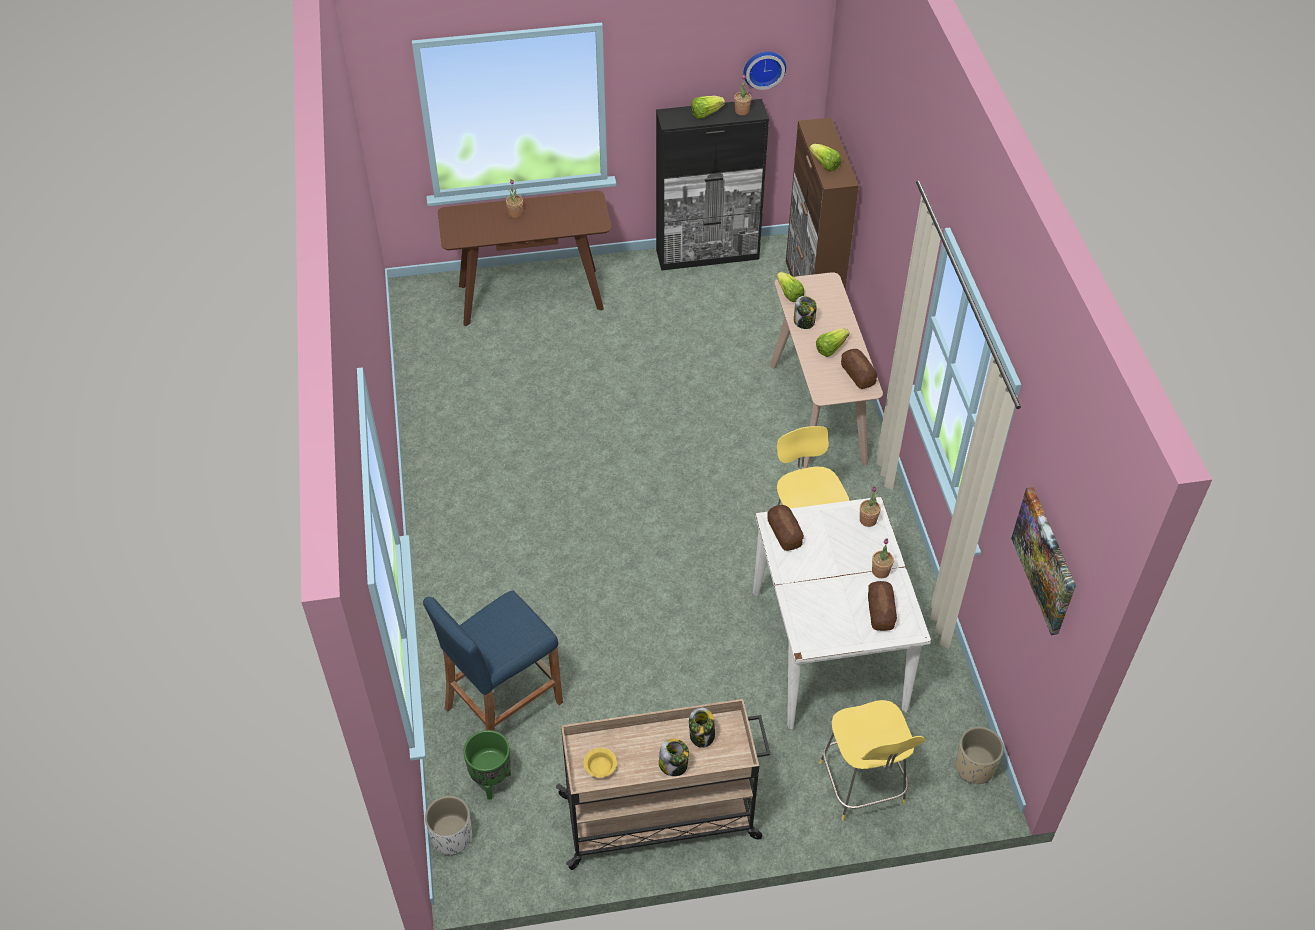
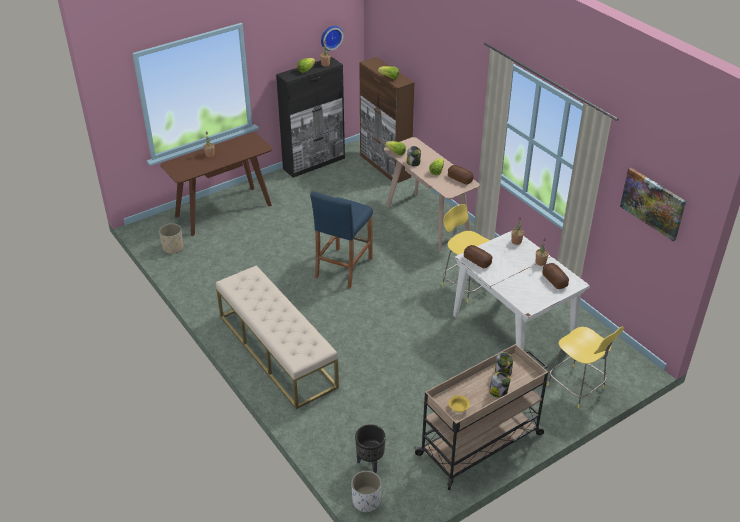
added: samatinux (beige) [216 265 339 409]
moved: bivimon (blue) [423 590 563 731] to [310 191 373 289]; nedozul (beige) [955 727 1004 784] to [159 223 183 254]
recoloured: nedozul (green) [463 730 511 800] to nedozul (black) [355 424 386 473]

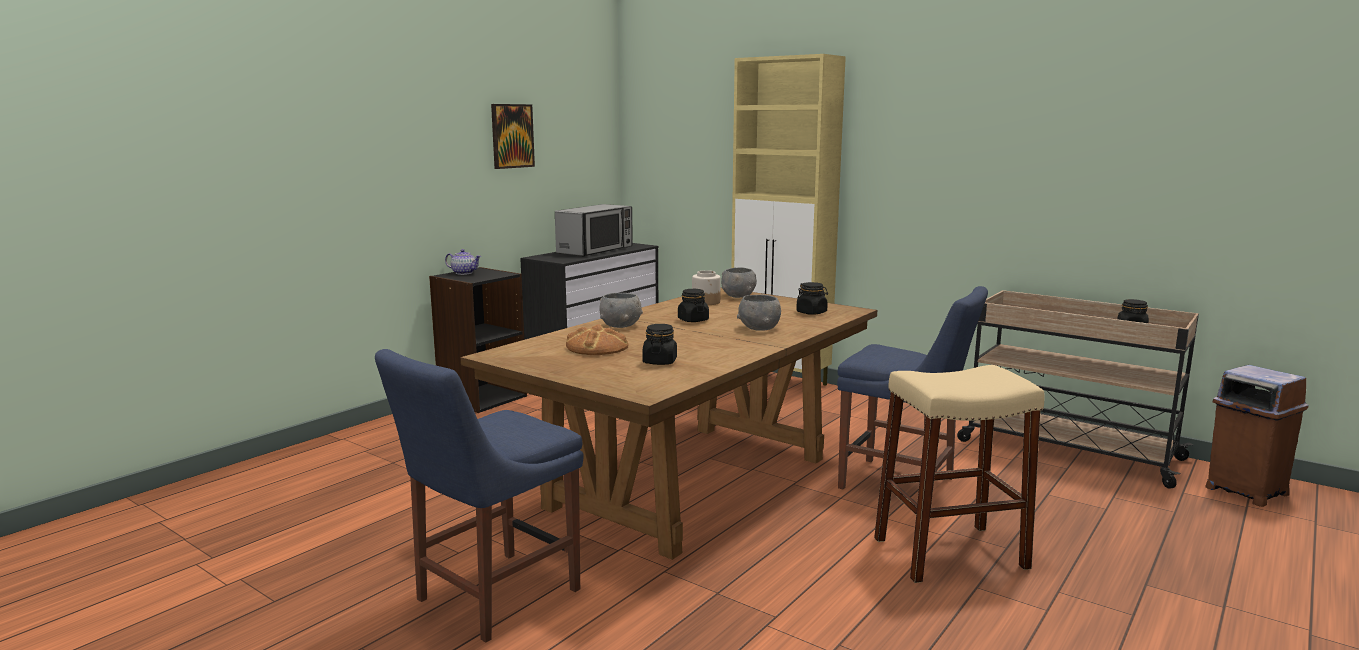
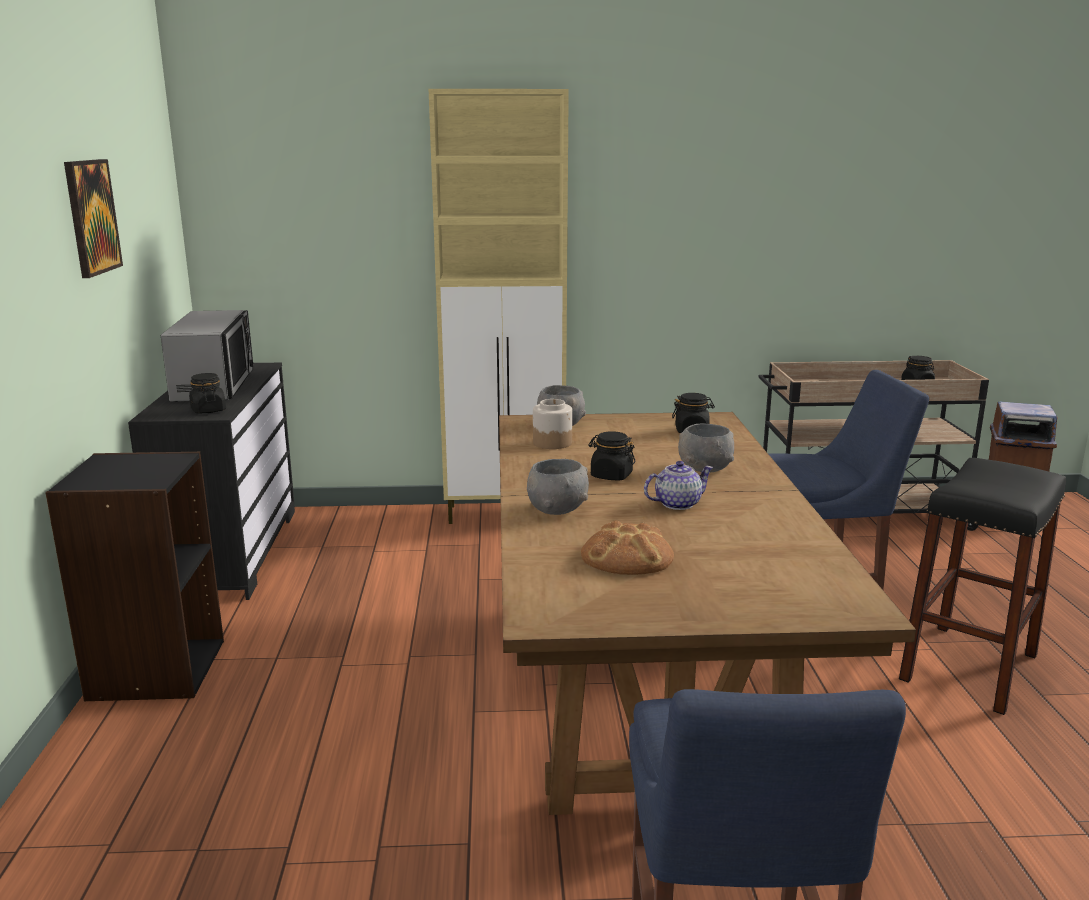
moved: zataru [445 249 481 275] to [644 461 714 510]; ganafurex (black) [643 324 677 365] to [189 373 226 414]
recoloured: bivimon (beige) [874 365 1045 583] to bivimon (black) [899 458 1066 715]

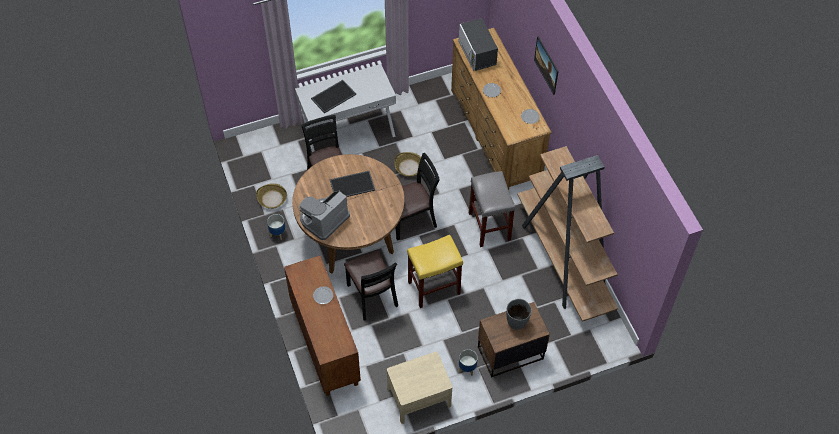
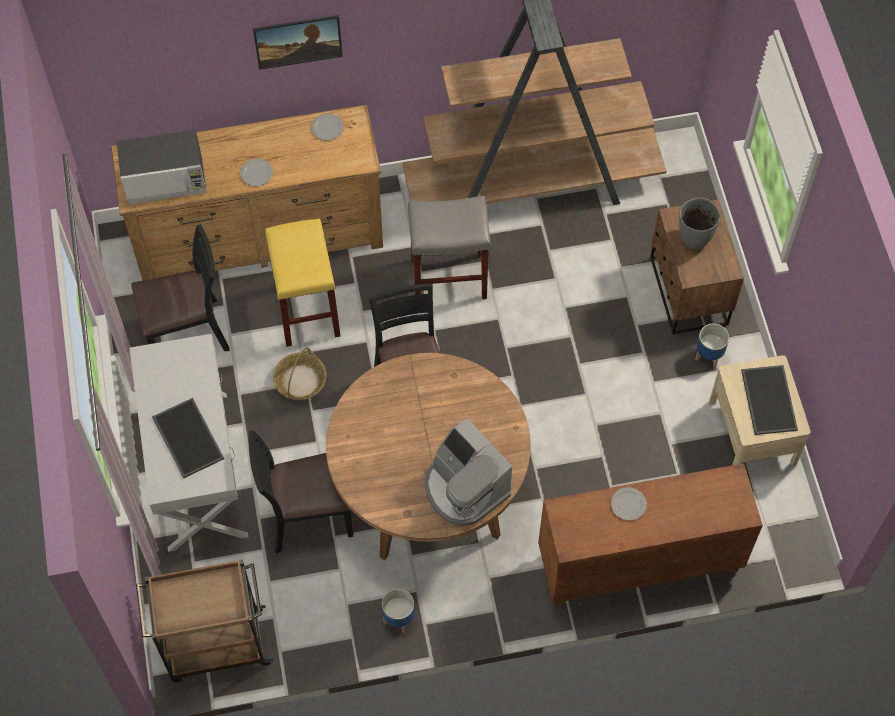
removed: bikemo [256 183 287 209]
added: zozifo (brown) [136 559 274 682]
moved: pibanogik [330 171 375 197] to [741 365 798 435]; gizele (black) [344 250 398 321] to [131 224 229 351]; bivimon (yellow) [407 235 463 308] to [265 218 341 347]

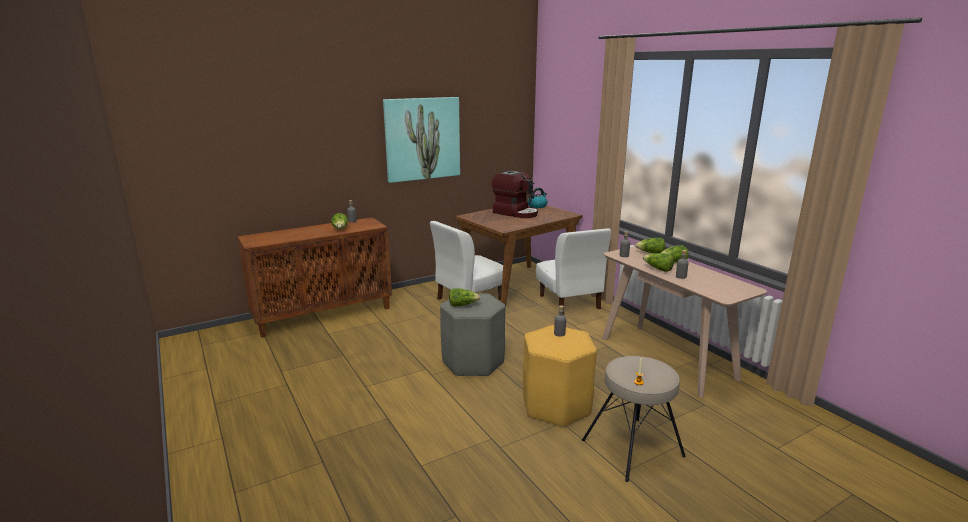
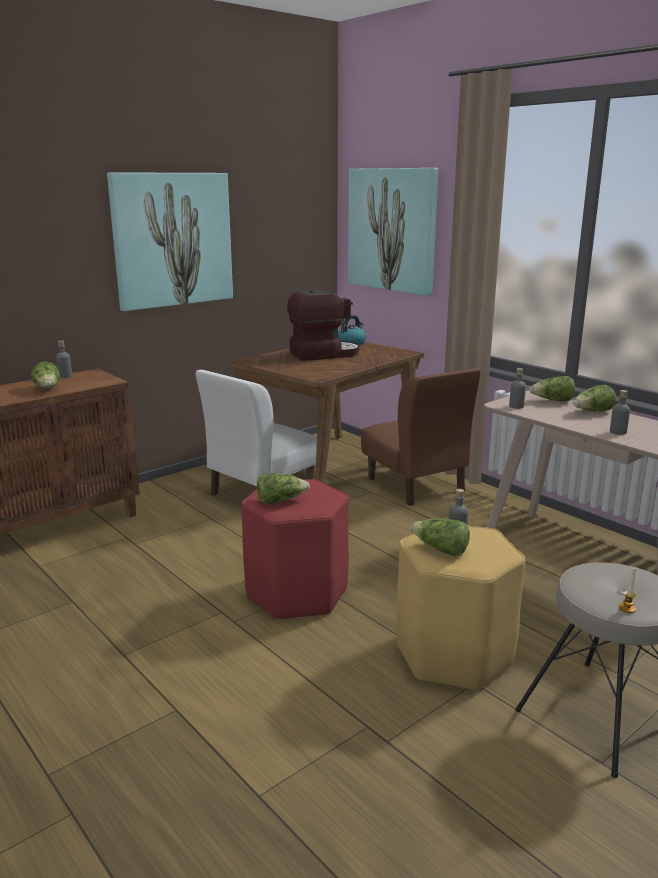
added: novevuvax [348 168 438 296]
moved: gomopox [643 253 674 272] to [411 518 470 556]
recoloured: bivimon (grey) [440 294 505 377] to bivimon (red) [241 479 349 620]; gizele (white) [536 228 611 315] to gizele (brown) [361 368 480 506]
turned: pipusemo [492 170 538 218] = [287 290 359 361] 45 degrees counterclockwise

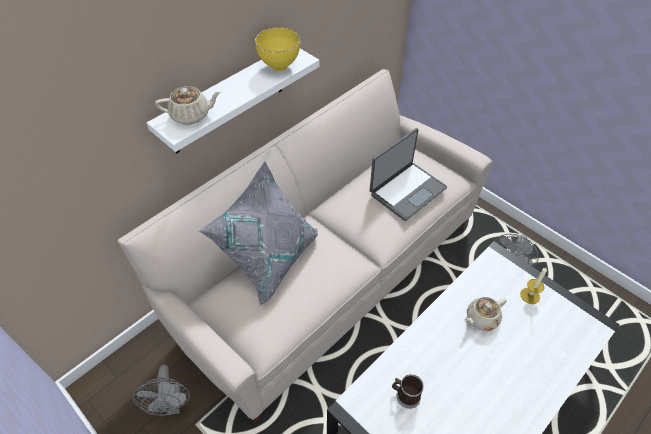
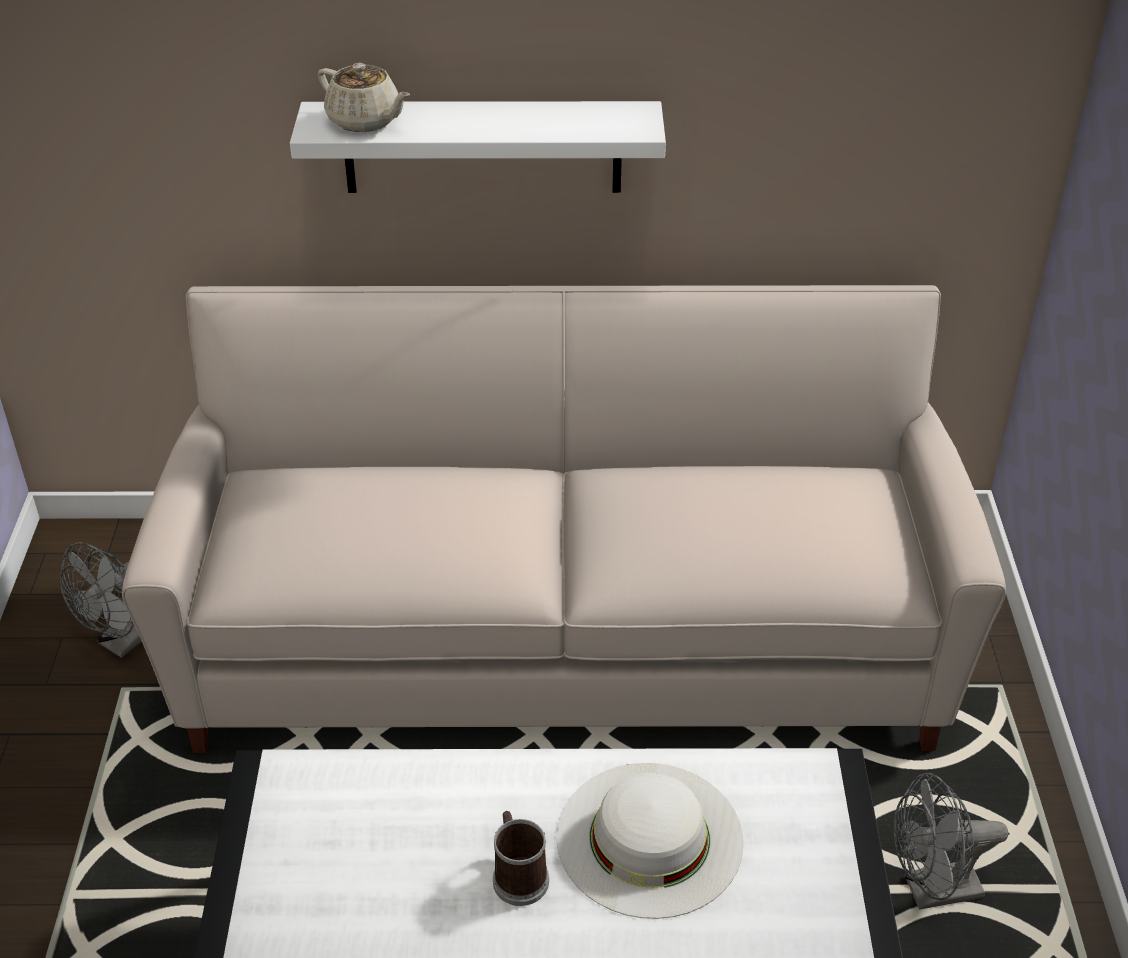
removed: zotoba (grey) [199 162 318 306]; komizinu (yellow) [255 27 300 71]; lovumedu [370 128 447 221]; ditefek [520 268 547 304]
moved: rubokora [392 374 424 409] to [493 811 549 906]
replaced: zataru (beige) [463 297 507 331] to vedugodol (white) [557 763 743 919]

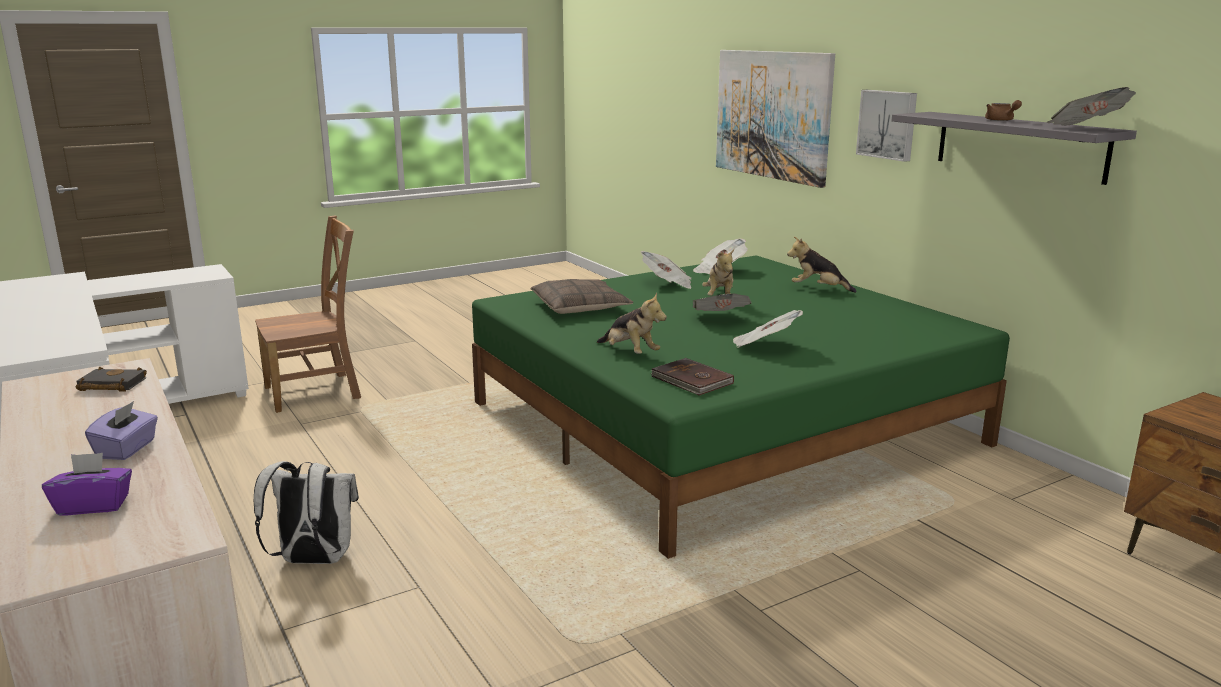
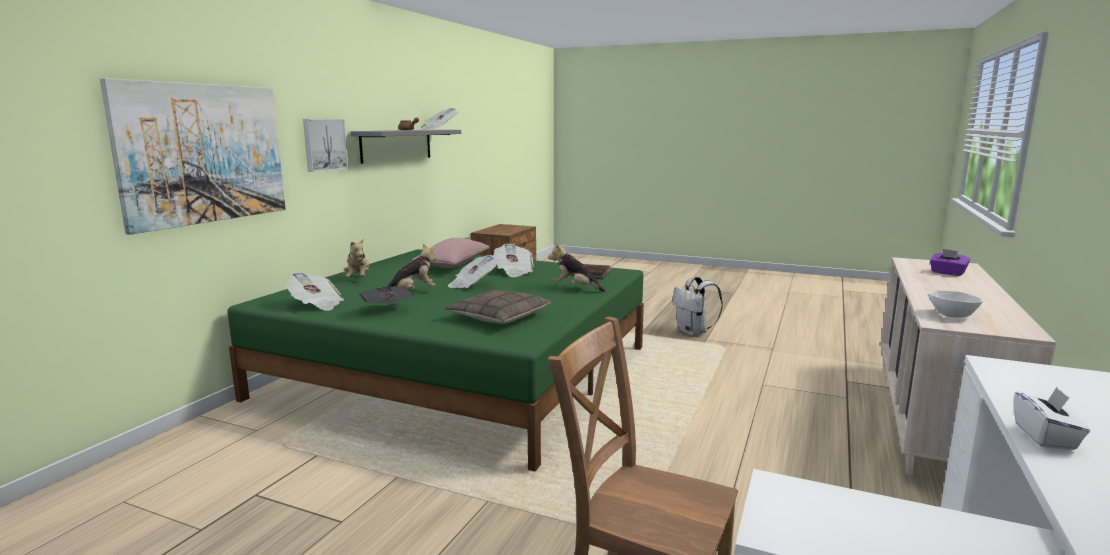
removed: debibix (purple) [85 401 158 460]
added: zotoba (pink) [412 238 489 268]; debibix (white) [1014 387 1090 450]
moved: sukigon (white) [254 461 359 564] to [672 277 723 336]
replaced: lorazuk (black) [76 367 147 392] to komizinu (white) [928 290 983 318]
turned: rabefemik [597 292 667 354] = [548 243 606 292] 75 degrees counterclockwise

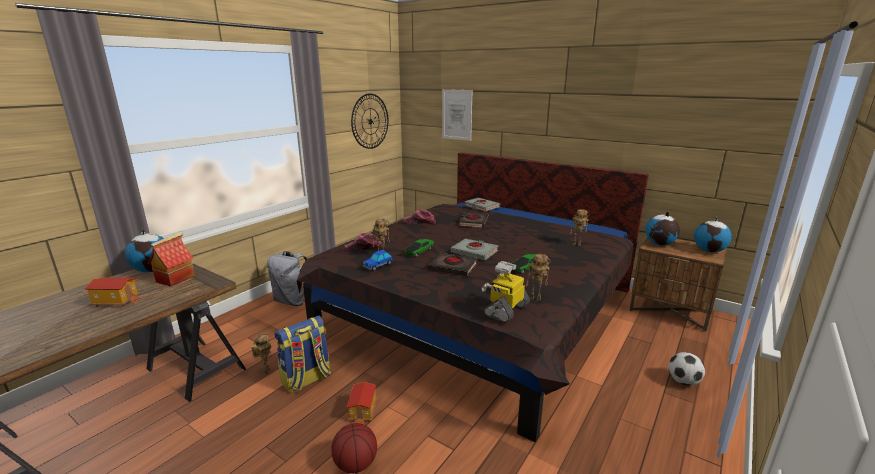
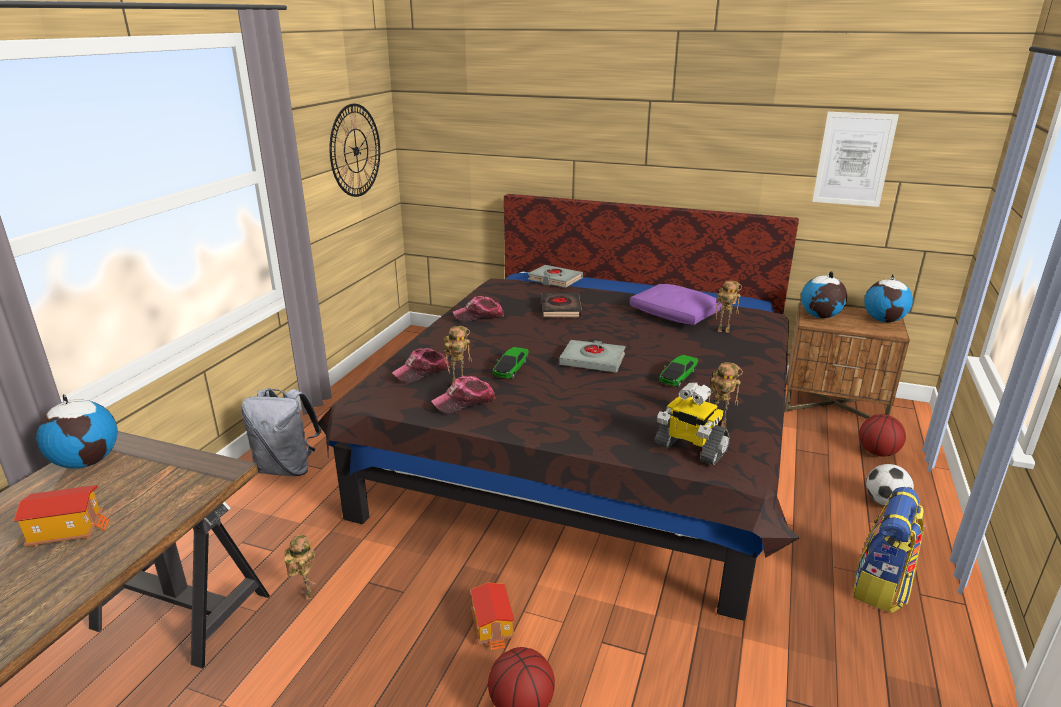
removed: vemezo [148 232 195 286]; lorazuk (black) [428 253 477 276]
added: zotoba (purple) [630 284 722 325]; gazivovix [859 414 906 457]
moved: sukigon [274 316 331 393] to [853 487 925 613]; novevuvax [442 89 473 141] to [812 112 899 207]
replaced: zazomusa [363 250 393 271] to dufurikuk [431 376 496 413]
turned: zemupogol [481 261 530 323] = [655 383 730 465] 75 degrees counterclockwise

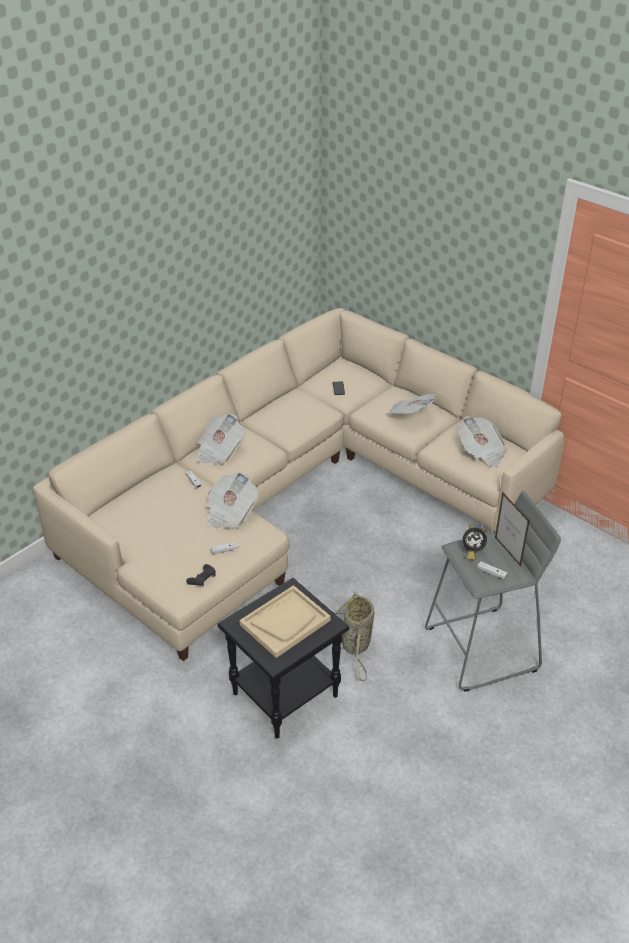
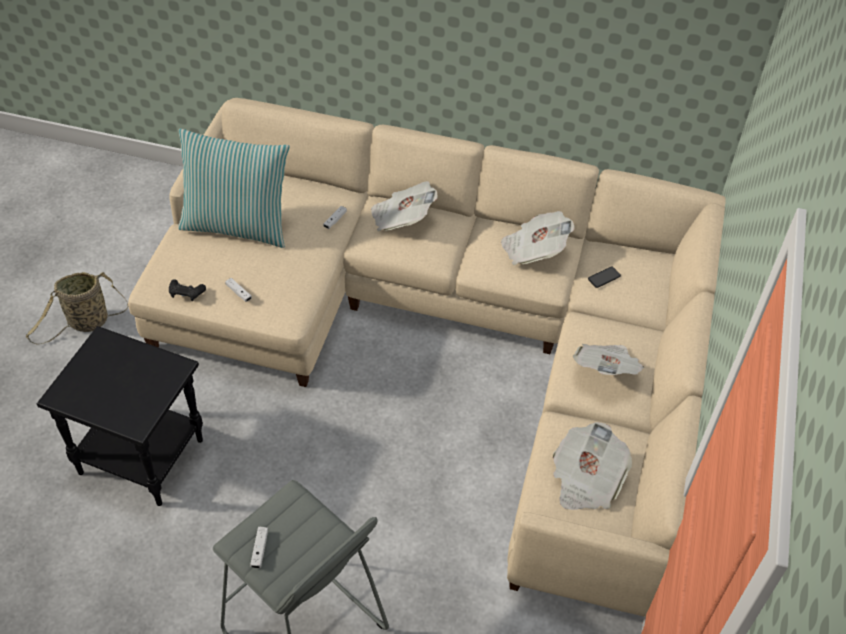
removed: pibanogik (beige) [239 585 331 658]; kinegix [463 525 487 560]; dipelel [495 492 530 566]
added: zotoba [178 129 289 248]
moved: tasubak [206 472 258 529] to [501 211 575 265]; bikemo [334 591 374 681] to [26 272 128 345]

